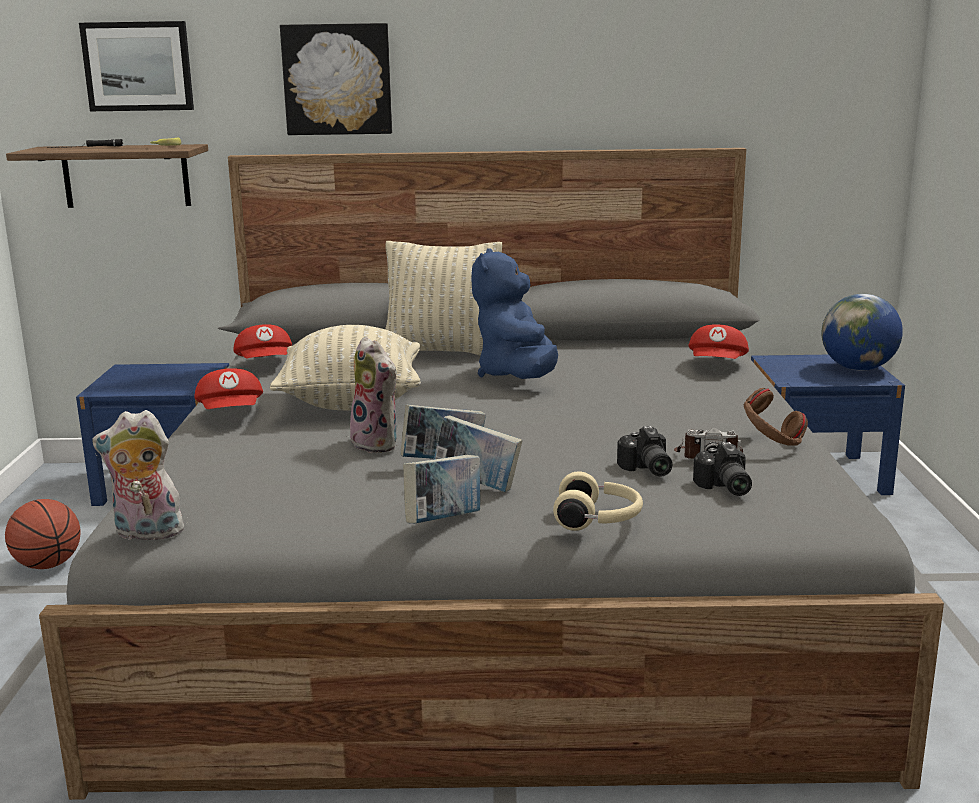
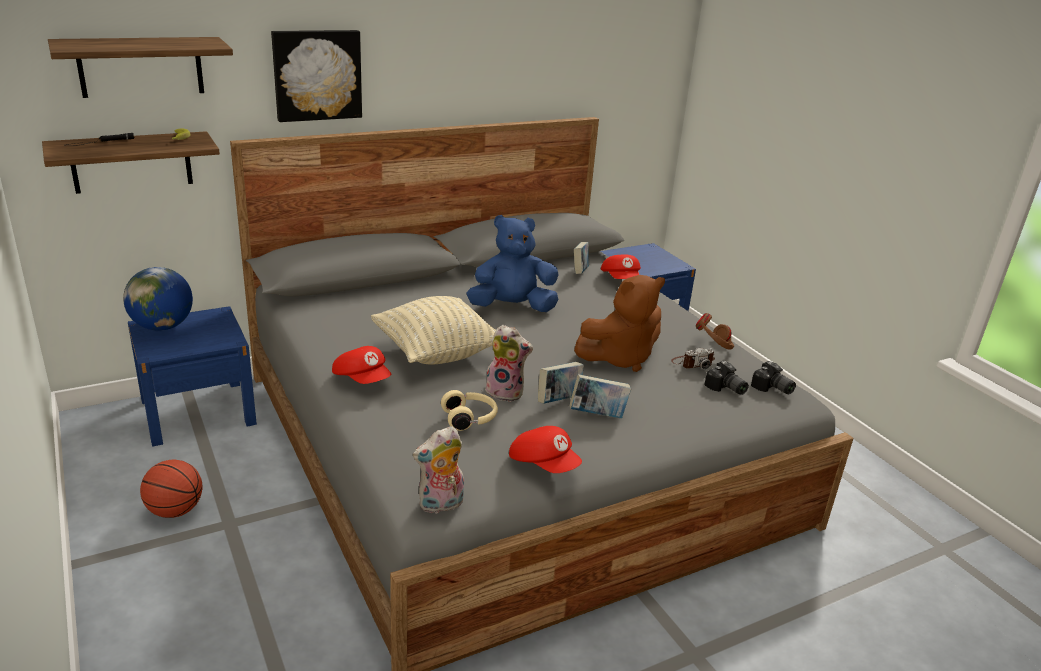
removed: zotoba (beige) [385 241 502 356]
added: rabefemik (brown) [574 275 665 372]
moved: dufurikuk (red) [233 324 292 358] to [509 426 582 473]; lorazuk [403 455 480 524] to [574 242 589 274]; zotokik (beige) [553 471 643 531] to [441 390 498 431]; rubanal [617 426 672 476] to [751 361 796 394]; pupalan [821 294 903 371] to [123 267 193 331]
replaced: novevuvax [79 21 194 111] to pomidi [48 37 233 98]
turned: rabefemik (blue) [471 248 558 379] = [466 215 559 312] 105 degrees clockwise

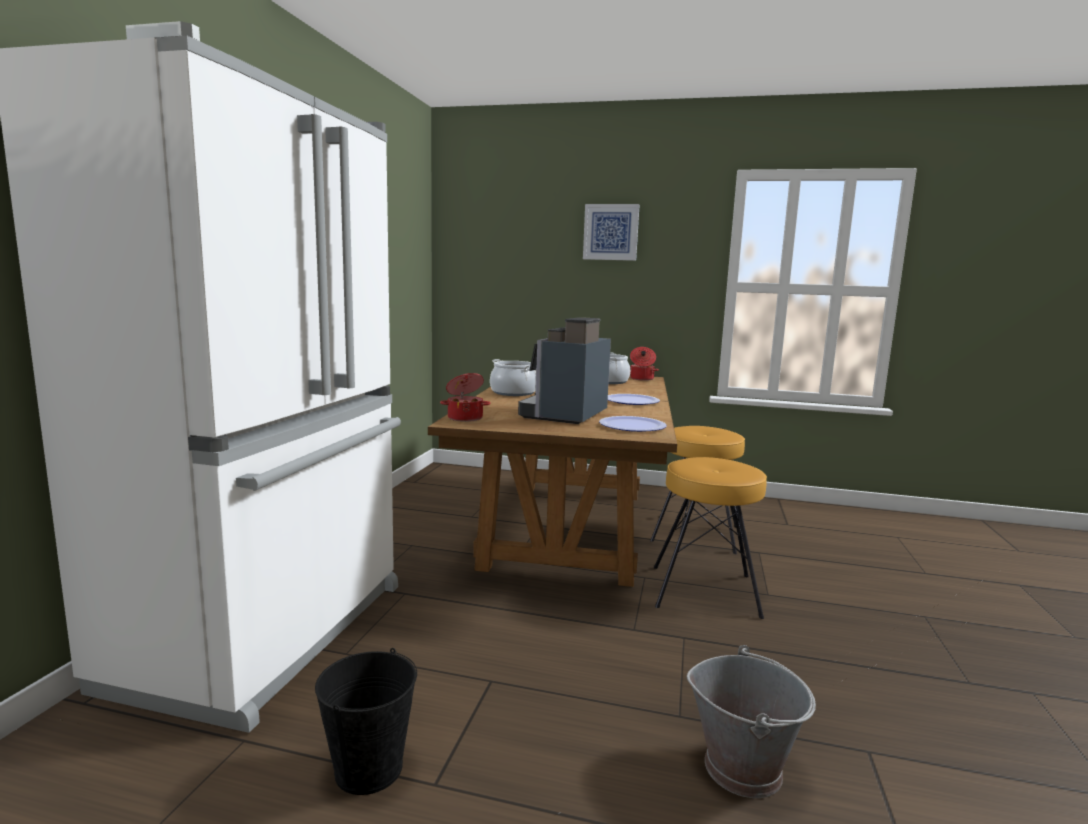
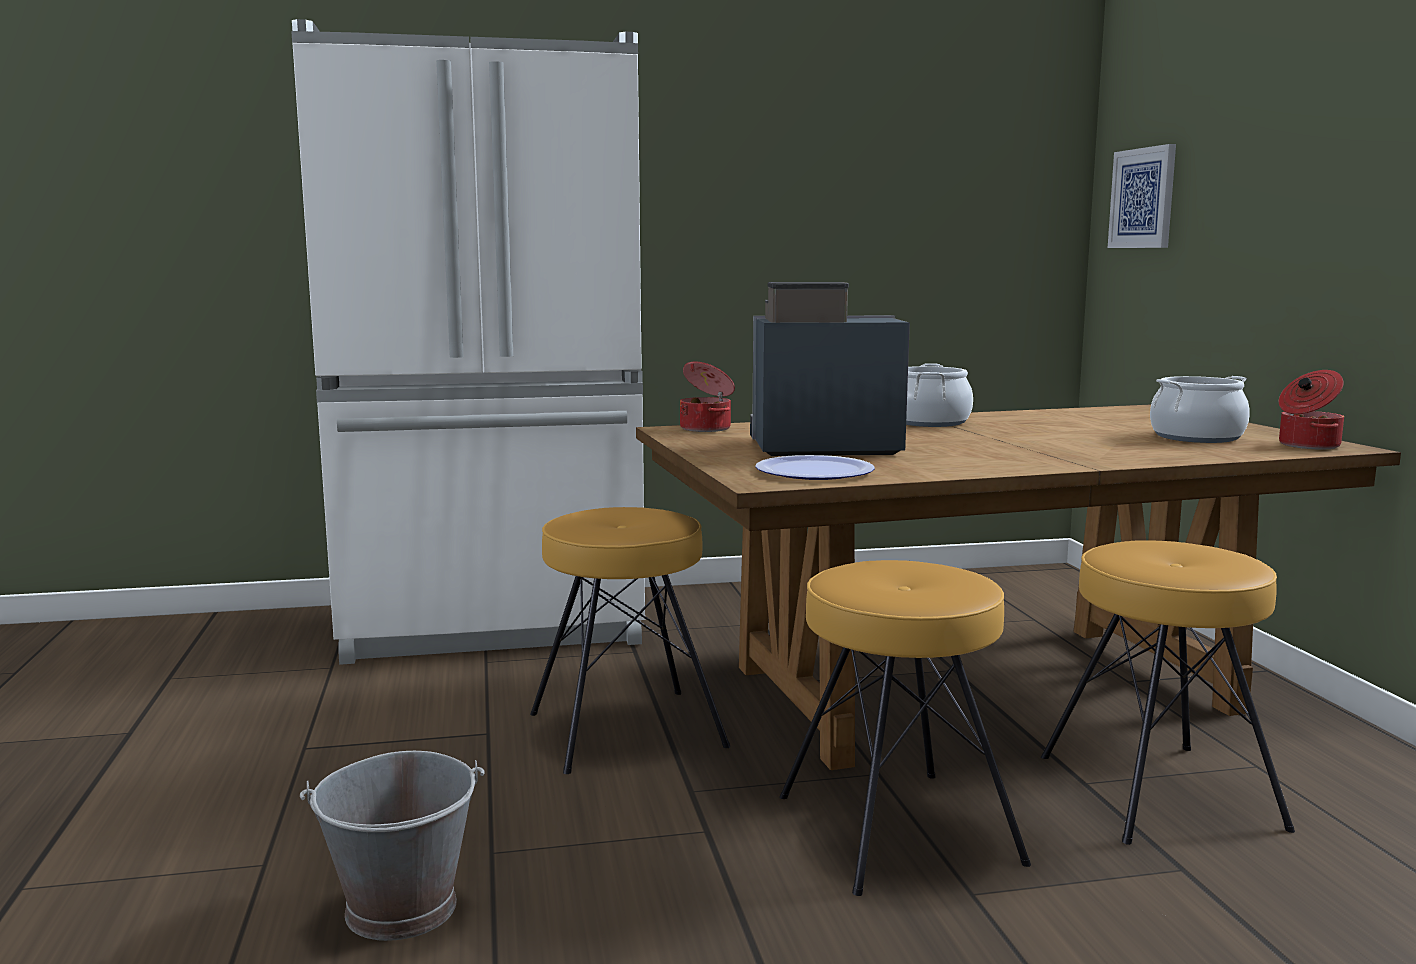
removed: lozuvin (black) [315 648 417 795]; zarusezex [608 394 660 405]
added: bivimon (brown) [530 507 730 774]
moved: novevuvax [583 204 640 261] to [1108 144 1176 248]

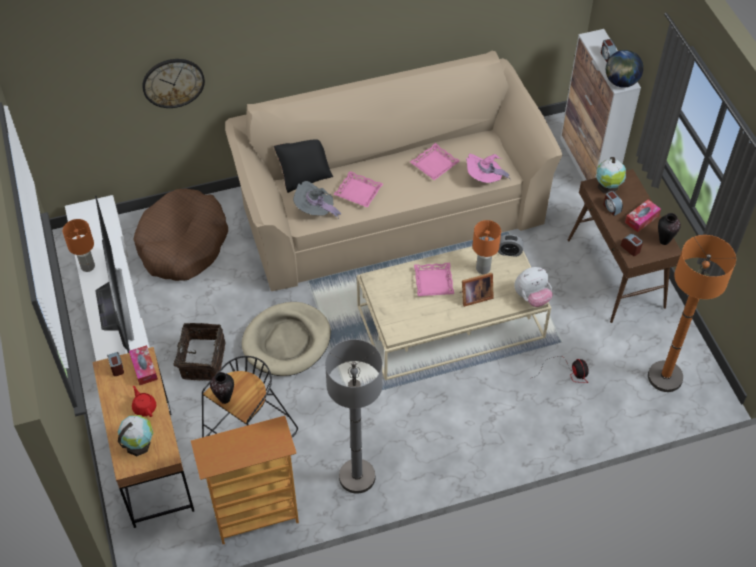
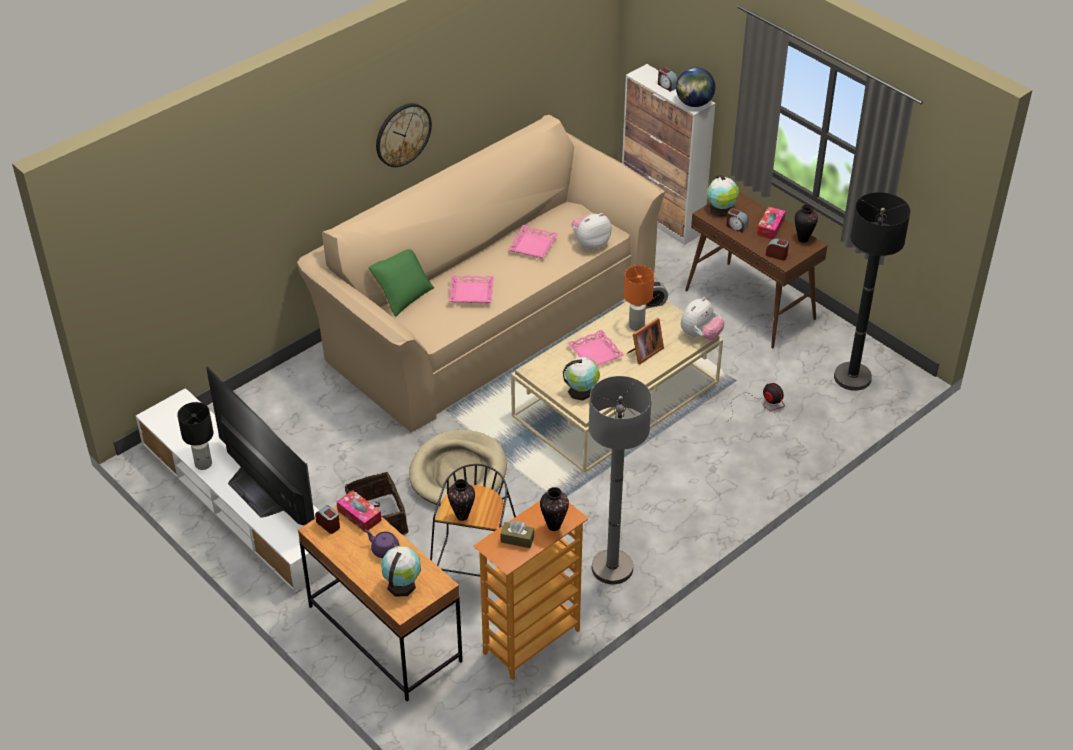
removed: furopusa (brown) [134 189 228 281]; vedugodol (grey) [293 181 341 219]
added: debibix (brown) [500 521 534 548]; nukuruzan [540 487 569 531]; pupalan [563 357 600 400]
moved: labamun [142 59 205 108] to [376 103 432 167]
replaced: vedugodol (pink) [466 154 510 183] to rabefemik [572 213 611 250]
recoloured: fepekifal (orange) [63 219 95 272] to fepekifal (black) [177 402 213 470]; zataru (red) [132 386 156 417] to zataru (purple) [365 529 400 558]; zotoba (black) [274 139 333 193] to zotoba (green) [368 249 434 317]; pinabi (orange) [648 235 736 392] to pinabi (black) [834 192 911 391]

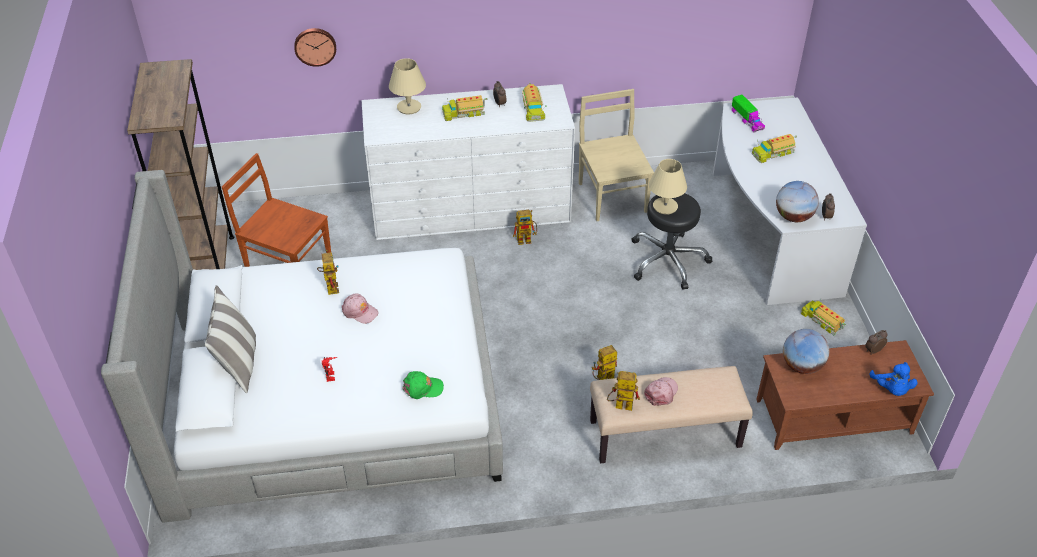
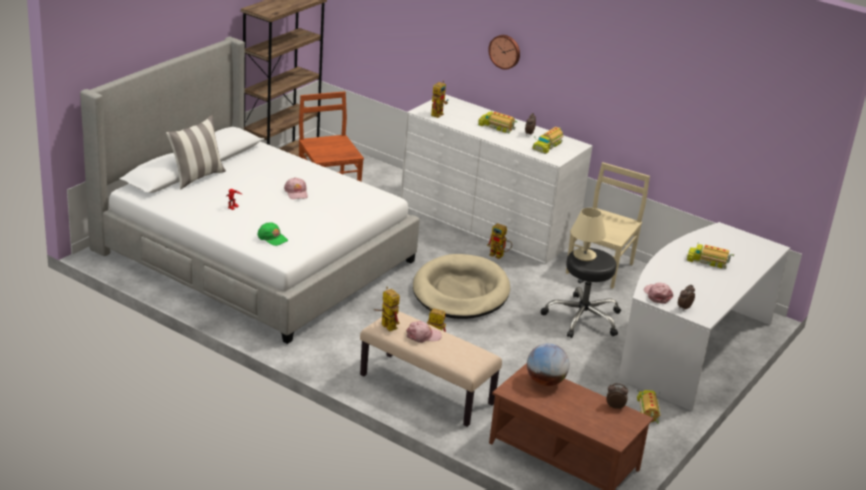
removed: fepekifal (beige) [389 58 426 114]; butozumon [731 95 765 133]; rabefemik (blue) [870 362 918 396]
added: furopusa (beige) [413 254 510 319]
moved: labamun [294 28 336 67] to [488 35 520 70]; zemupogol [317 249 339 295] to [431 80 448 118]
replaced: pupalan [776 181 819 222] to dufurikuk (pink) [644 282 673 304]

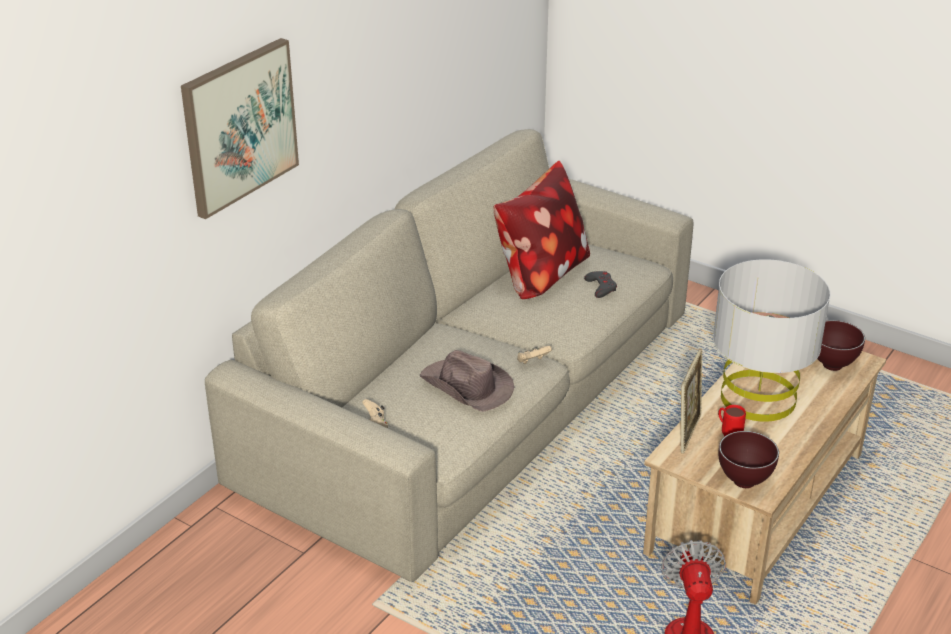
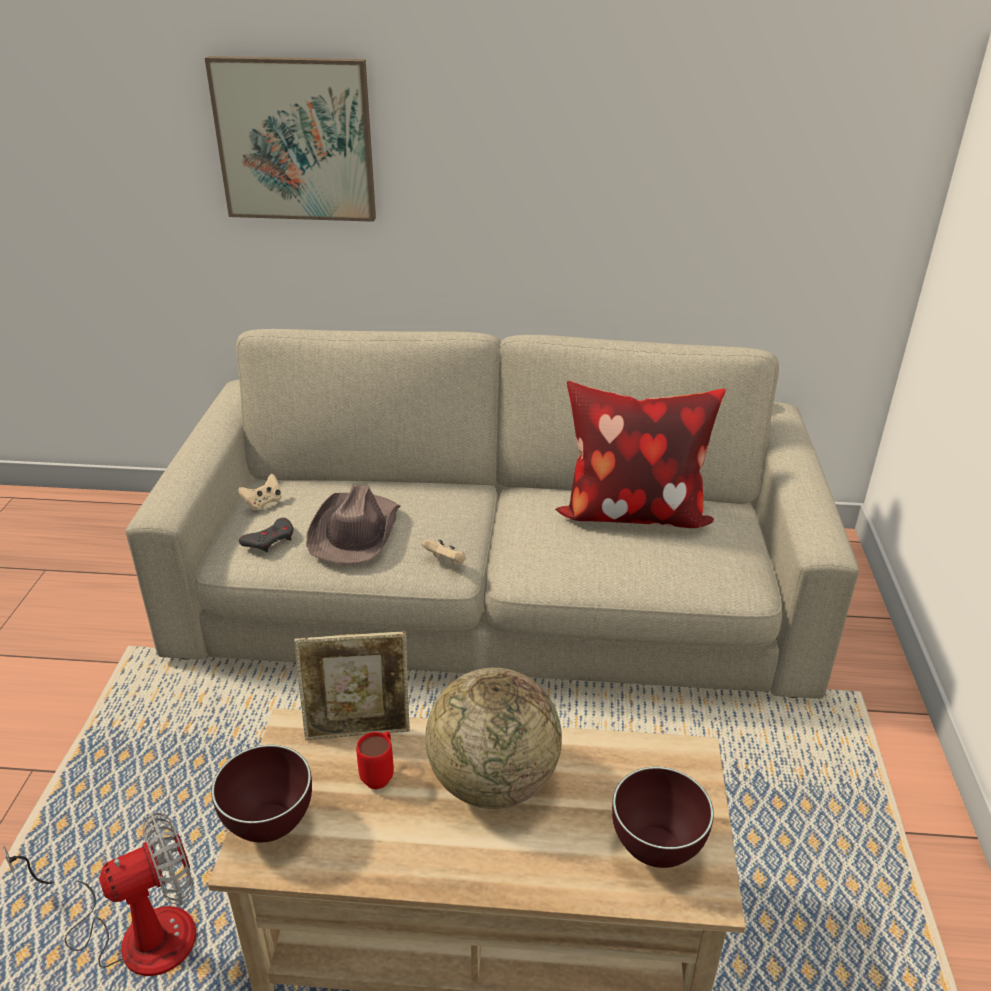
moved: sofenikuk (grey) [584 271 617 298] to [239 518 294 552]
replaced: fepekifal (grey) [713 259 830 422] to pupalan [425 668 562 809]

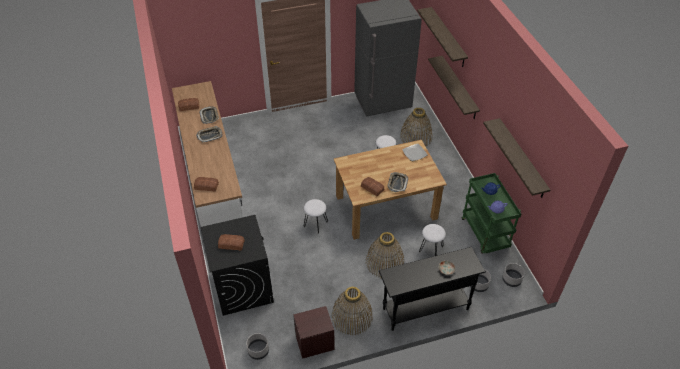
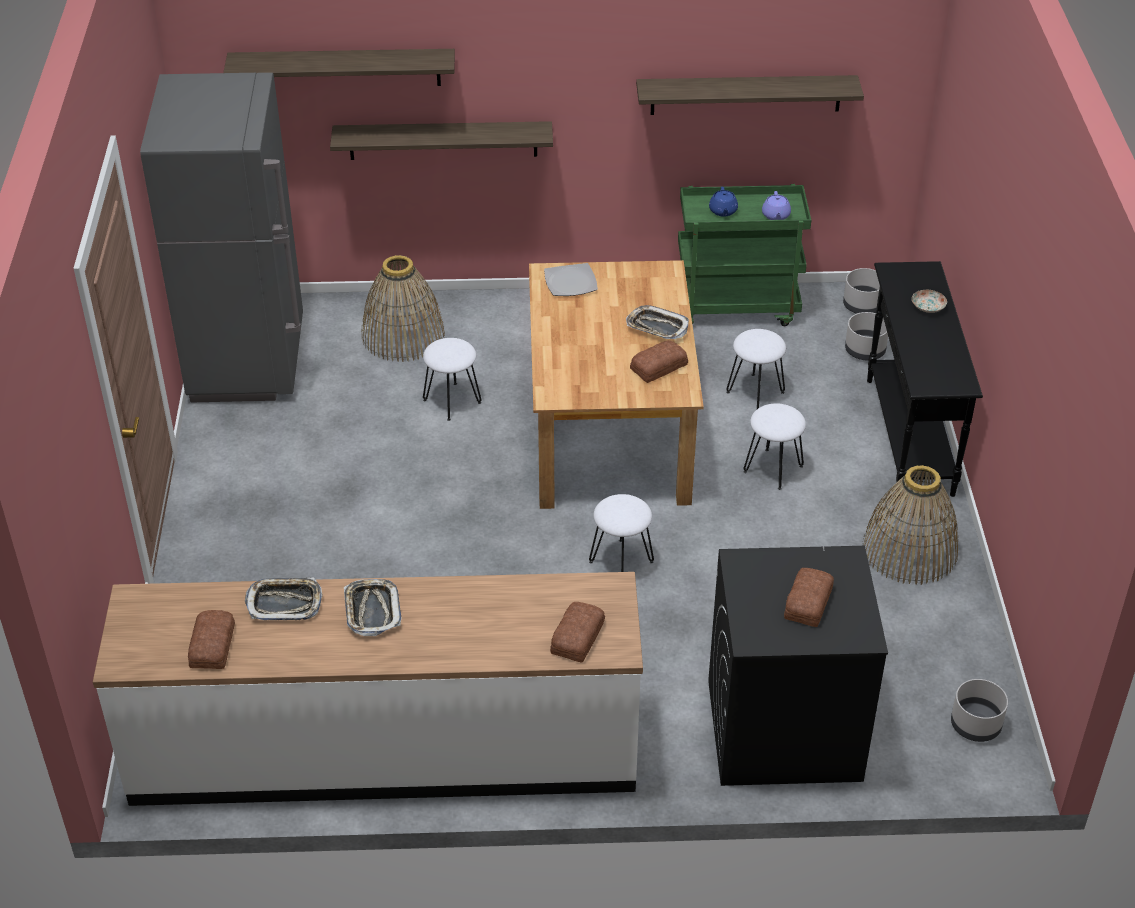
removed: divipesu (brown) [293 306 335 359]
replaced: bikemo [366 232 404 277] to bivimon (white) [743 403 806 490]

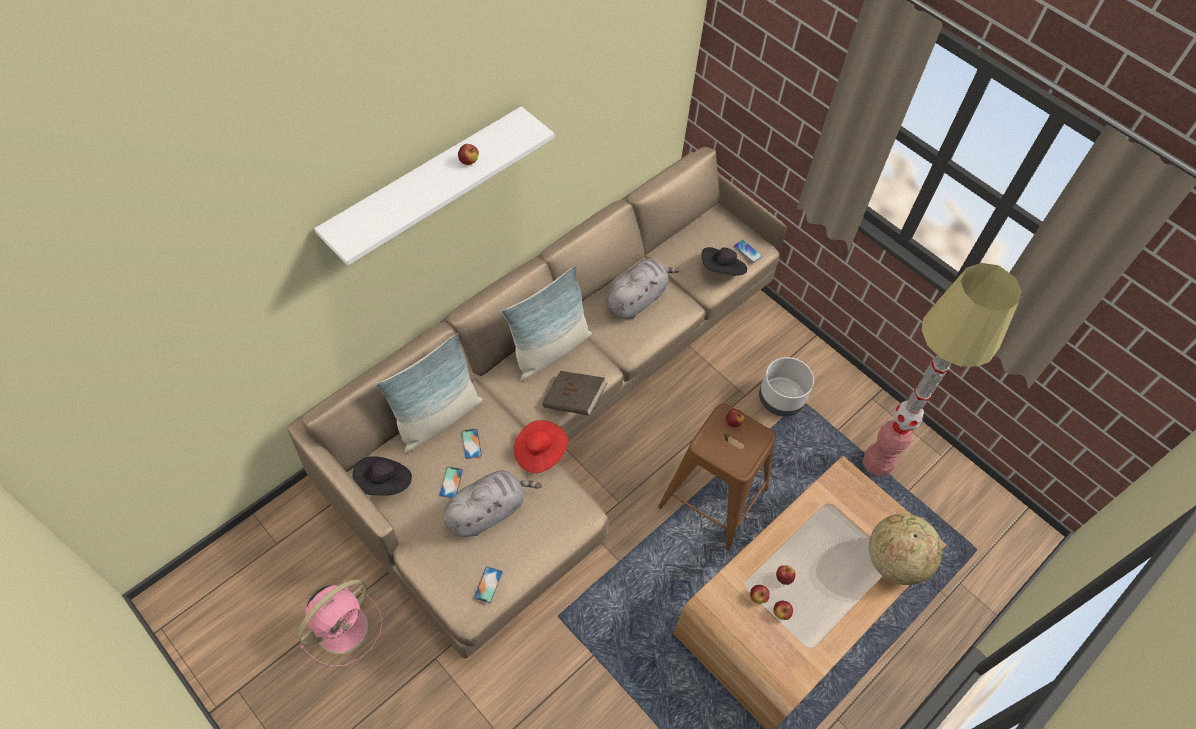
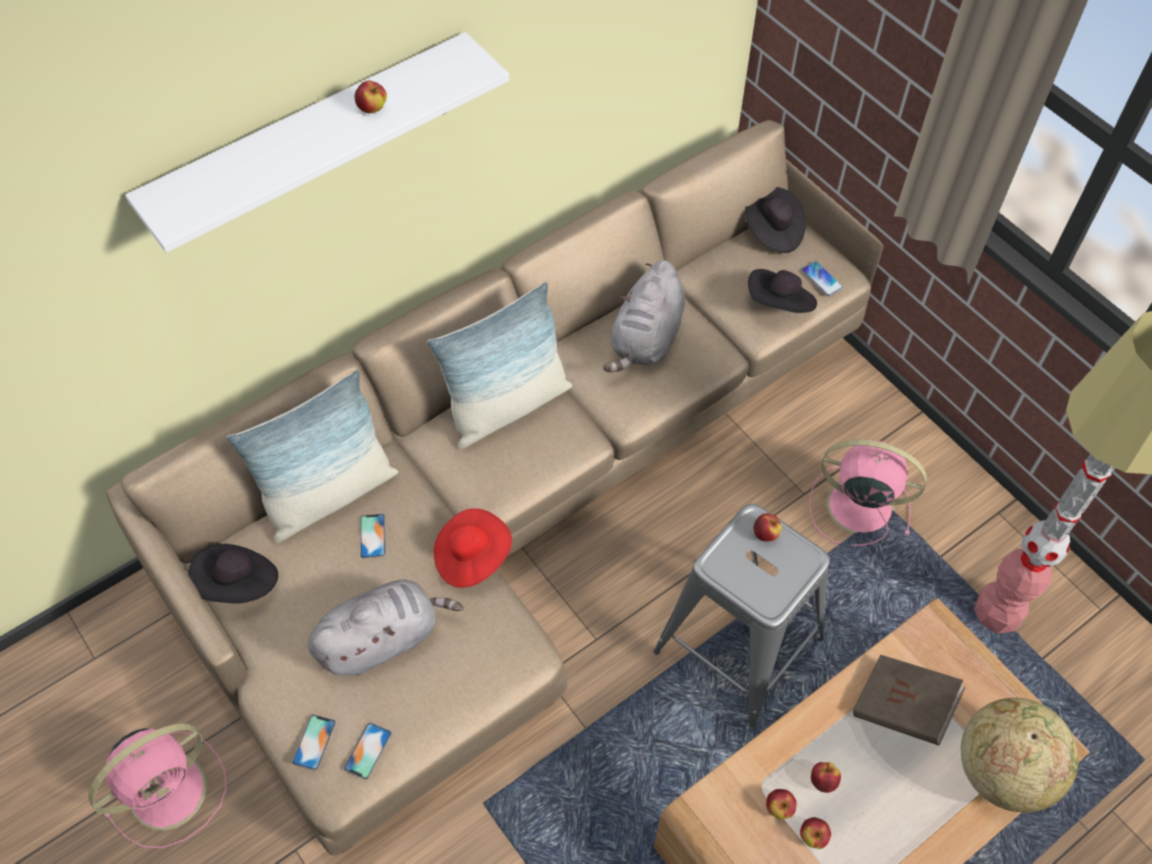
added: vedugodol (black) [745 187 806 253]
moved: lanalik [439 467 463 498] to [292 715 336 771]; lorazuk (brown) [542 371 607 416] to [853 655 965 746]
replaced: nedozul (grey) [759 357 814 417] to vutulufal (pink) [809 439 927 546]
recoloured: bivimon (brown) [658 403 776 551] to bivimon (grey) [653 504 830 727]
turned: rabefemik (grey) [605 259 681 319] = [603 260 685 372] 150 degrees clockwise

